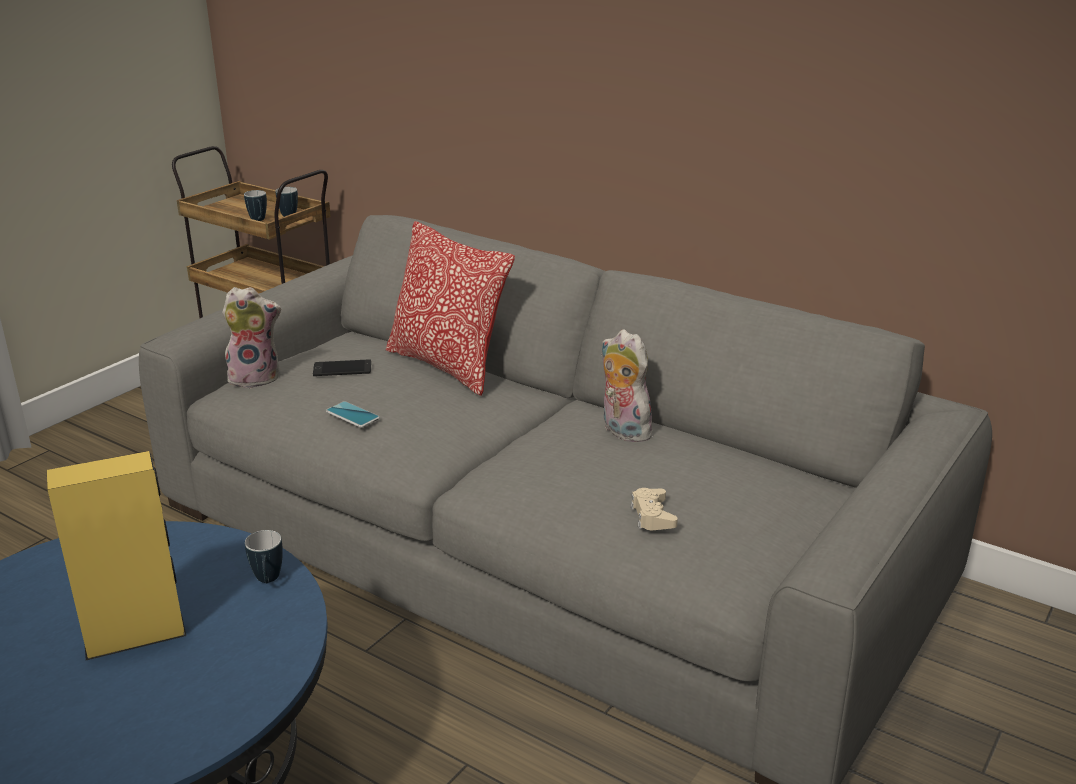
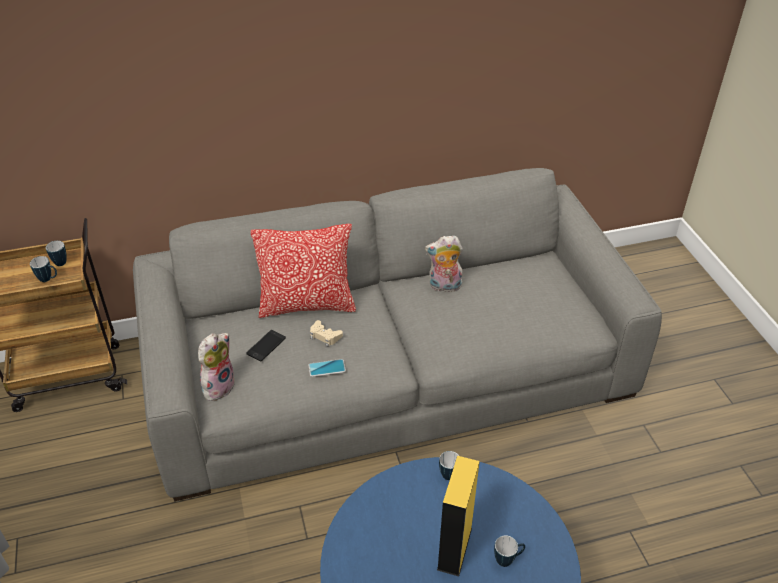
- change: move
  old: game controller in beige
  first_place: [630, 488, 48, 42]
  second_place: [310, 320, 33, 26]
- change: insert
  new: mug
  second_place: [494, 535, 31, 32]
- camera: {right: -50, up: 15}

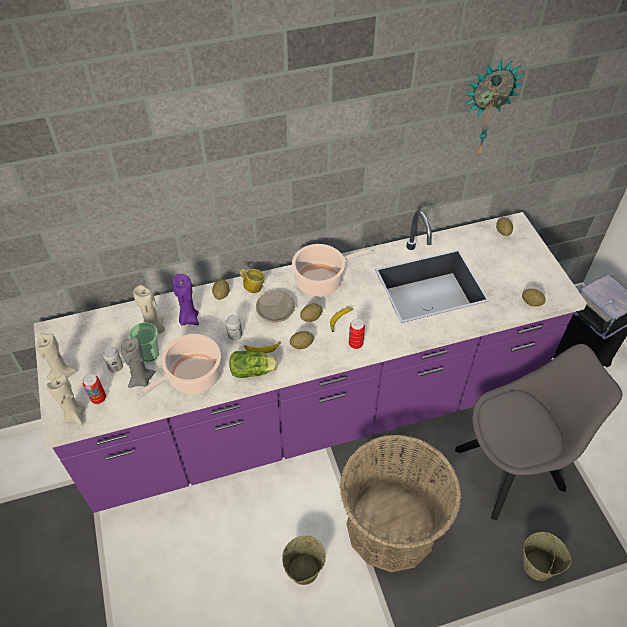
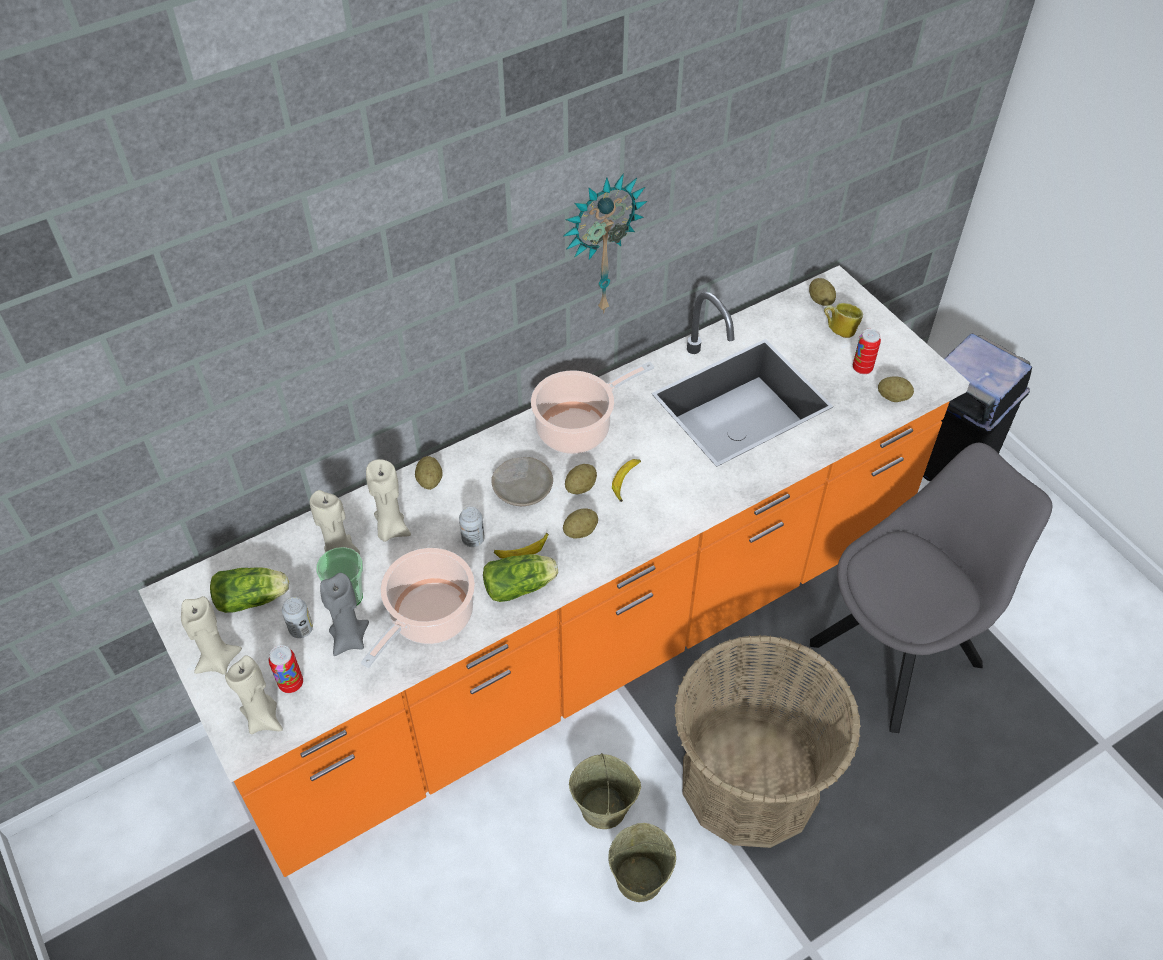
- change: move
  old: wall clock
  first_place: [464, 60, 61, 97]
  second_place: [563, 174, 84, 140]
- change: recolor
  old: counter in purple
  new: counter in orange
  first_place: [34, 211, 553, 302]
  second_place: [138, 265, 832, 612]
- change: move
  old: mug
  first_place: [239, 269, 26, 24]
  second_place: [824, 303, 39, 35]
- change: recolor
  old: candle in purple
  new: candle in beige
  first_place: [173, 274, 26, 52]
  second_place: [366, 459, 45, 83]
- change: move
  old: can
  first_place: [349, 319, 16, 30]
  second_place: [853, 329, 28, 45]
- change: move
  old: bucket in beige
  first_place: [523, 532, 49, 49]
  second_place: [569, 753, 72, 76]
- change: insert
  new: lettuce
  second_place: [210, 567, 79, 46]
- camera: {right: -15, up: 0}

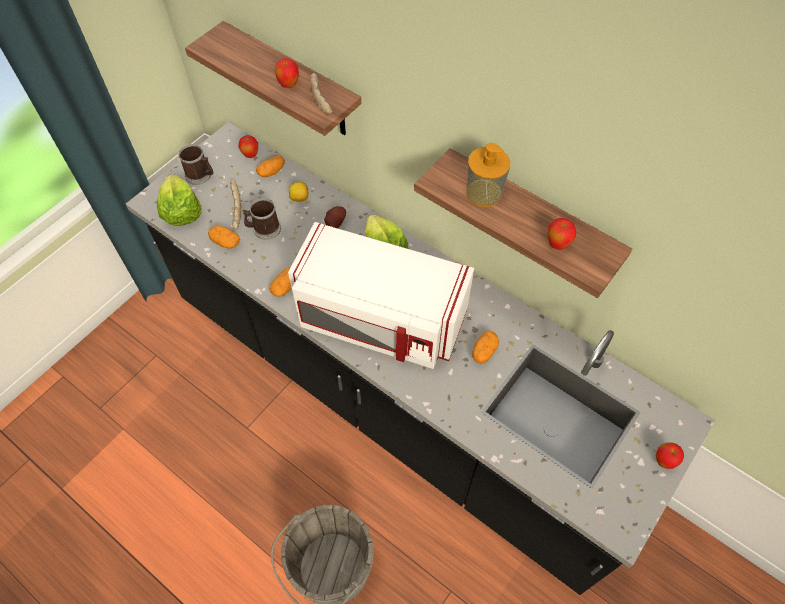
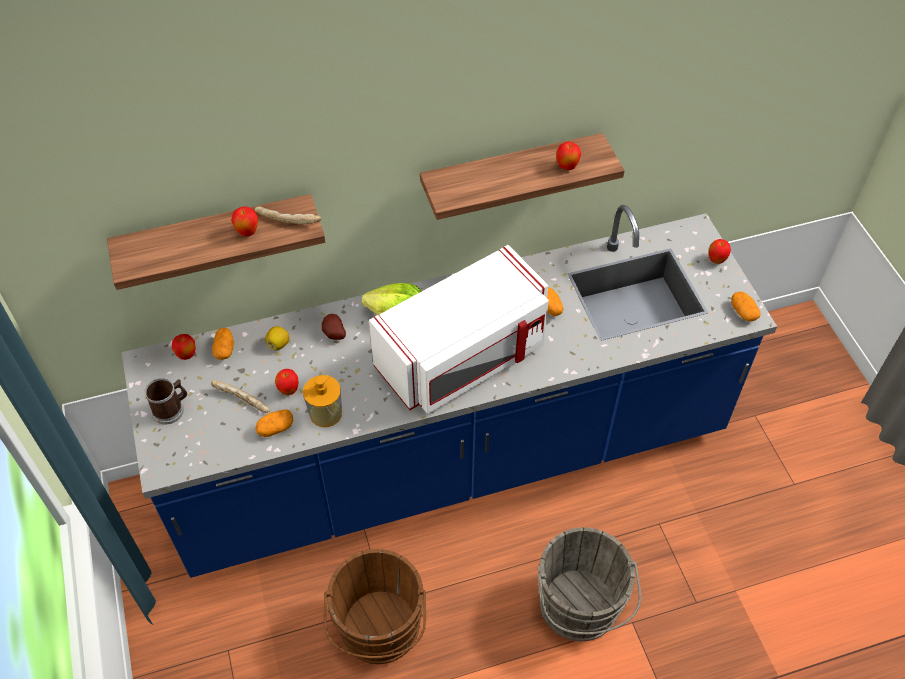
- change: recolor
  old: counter in black
  new: counter in blue
  first_place: [126, 122, 589, 473]
  second_place: [122, 205, 655, 373]
- change: move
  old: soap dispenser
  first_place: [466, 143, 44, 64]
  second_place: [303, 375, 39, 52]
- change: delete
  old: lettuce
  first_place: [157, 174, 45, 52]
- change: replace
  old: mug
  new: apple
  first_place: [243, 198, 38, 42]
  second_place: [275, 369, 23, 26]
- change: move
  old: potato
  first_place: [269, 267, 23, 30]
  second_place: [731, 292, 30, 30]
- change: insert
  new: bucket in brown
  second_place: [324, 549, 102, 115]
- camera: {right: -55, up: -5}

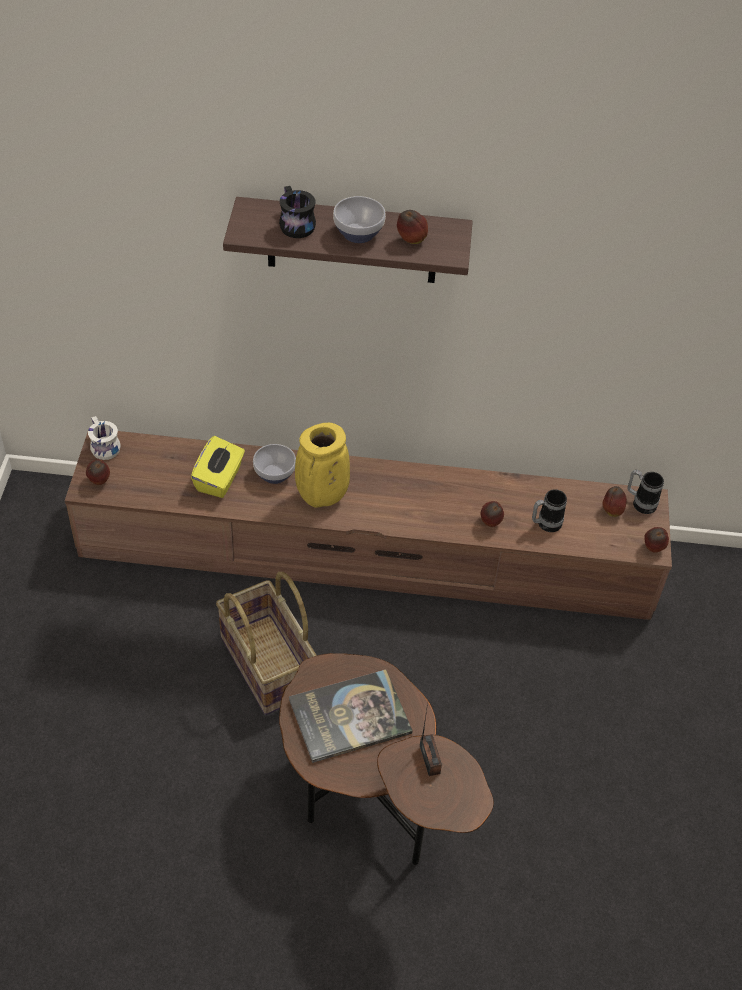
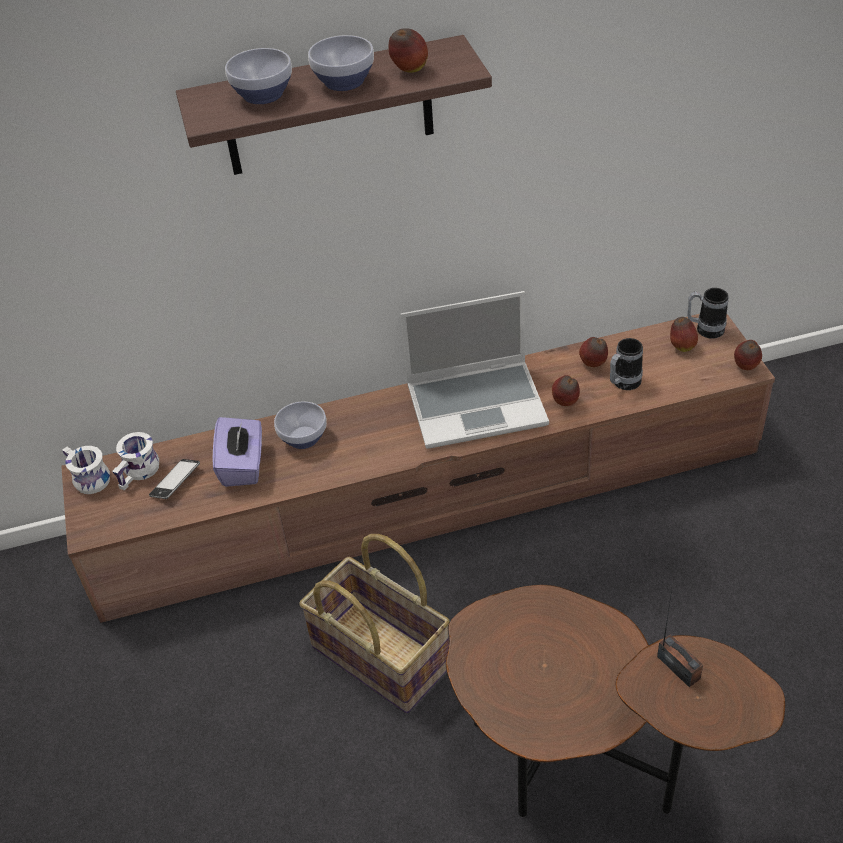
- change: replace
  old: mug in black
  new: bowl
  first_place: [279, 186, 37, 52]
  second_place: [225, 48, 67, 56]
- change: delete
  old: vase in yellow
  first_place: [295, 422, 55, 86]
- change: recolor
  old: tissue box in yellow
  new: tissue box in purple
  first_place: [191, 436, 54, 62]
  second_place: [212, 417, 50, 70]
- change: move
  old: apple
  first_place: [86, 459, 24, 26]
  second_place: [579, 337, 29, 30]
- change: delete
  old: book
  first_place: [289, 670, 124, 93]
- change: insert
  new: laptop
  second_place: [401, 291, 148, 158]
- change: insert
  new: mug in white
  second_place: [112, 432, 47, 59]
- change: insert
  new: phone
  second_place: [149, 459, 51, 40]
- camera: {right: -15, up: -5}

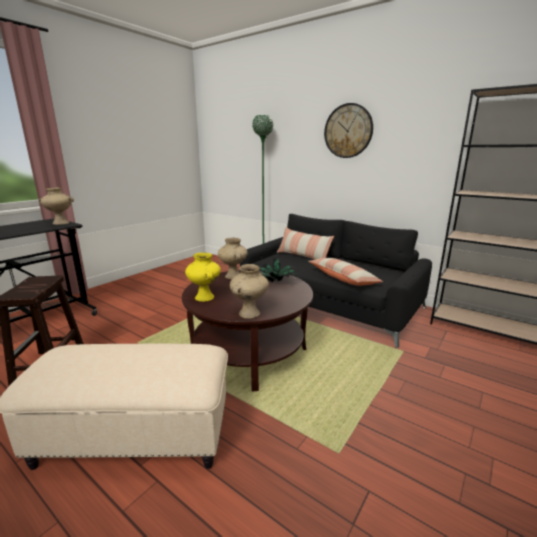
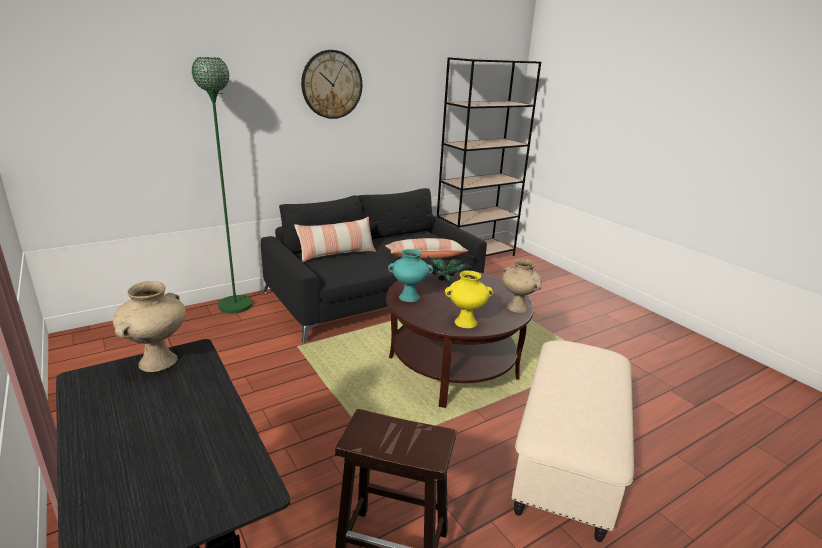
- change: recolor
  old: vase in beige
  new: vase in turquoise
  first_place: [218, 238, 30, 41]
  second_place: [388, 249, 45, 53]
- camera: {right: -70, up: 5}

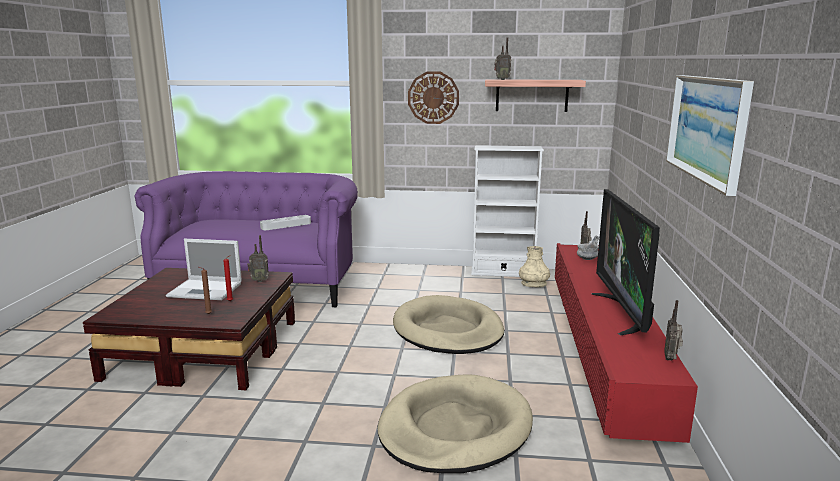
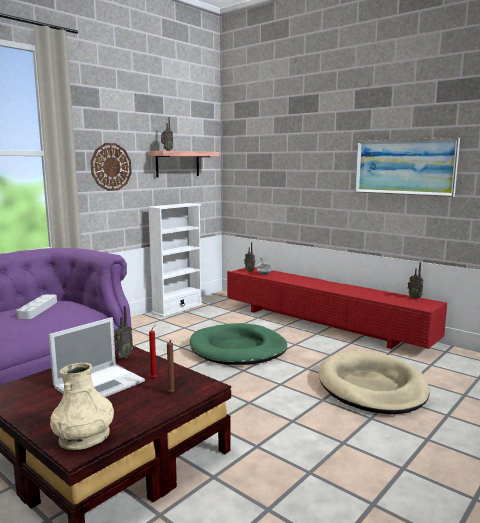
- change: delete
  old: television
  first_place: [591, 189, 69, 146]
- change: move
  old: vase in beige
  first_place: [519, 246, 31, 41]
  second_place: [50, 363, 64, 87]
- change: recolor
  old: dog bed in beige
  new: dog bed in green
  first_place: [393, 295, 111, 59]
  second_place: [190, 323, 97, 42]
- camera: {right: -55, up: -5}

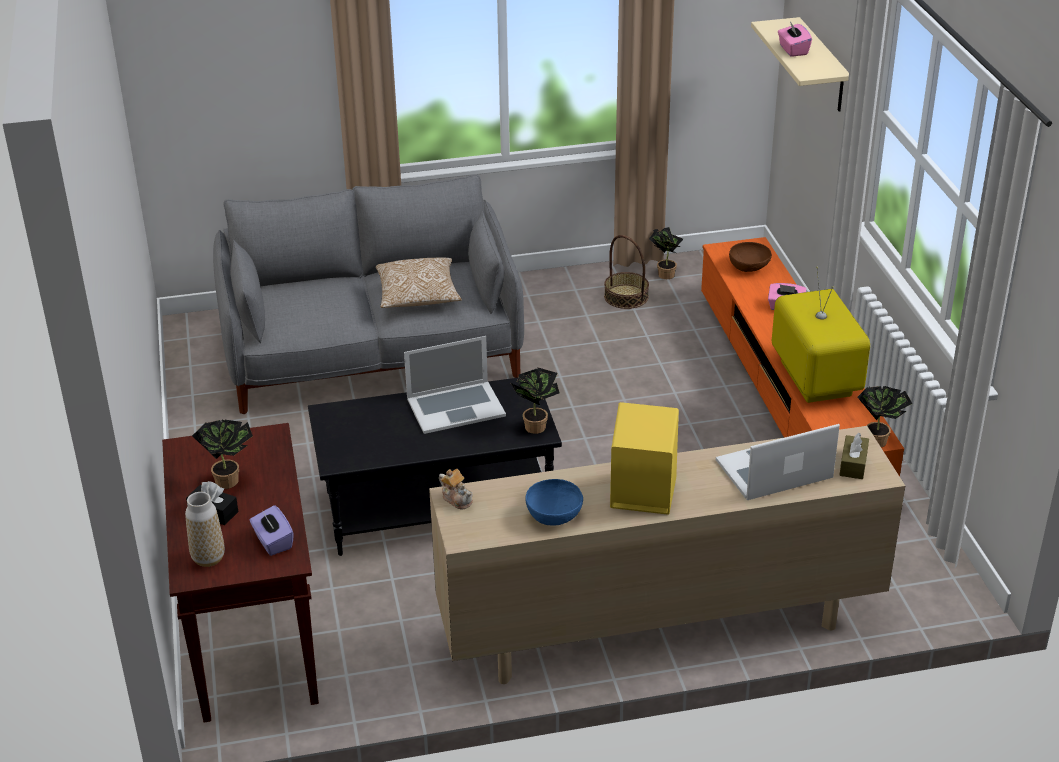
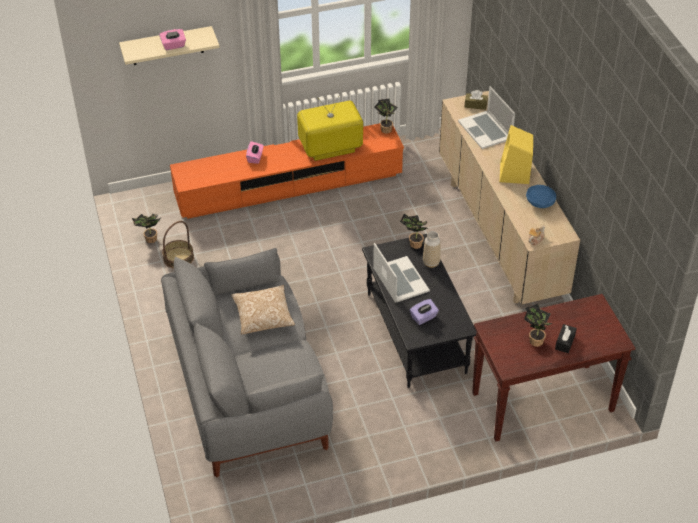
- change: delete
  old: bowl in brown
  first_place: [729, 242, 43, 30]
- change: move
  old: vase
  first_place: [185, 492, 40, 75]
  second_place: [423, 231, 18, 37]
- change: move
  old: tissue box in purple
  first_place: [250, 505, 44, 51]
  second_place: [410, 299, 29, 26]
- camera: {right: -95, up: 10}

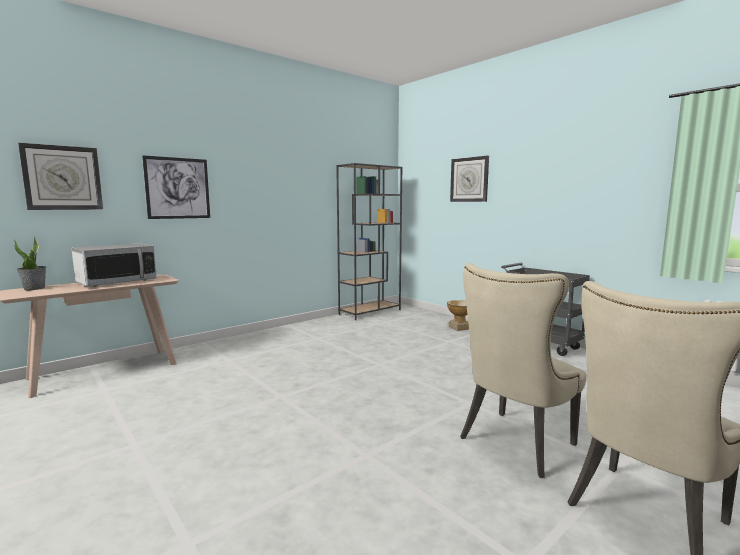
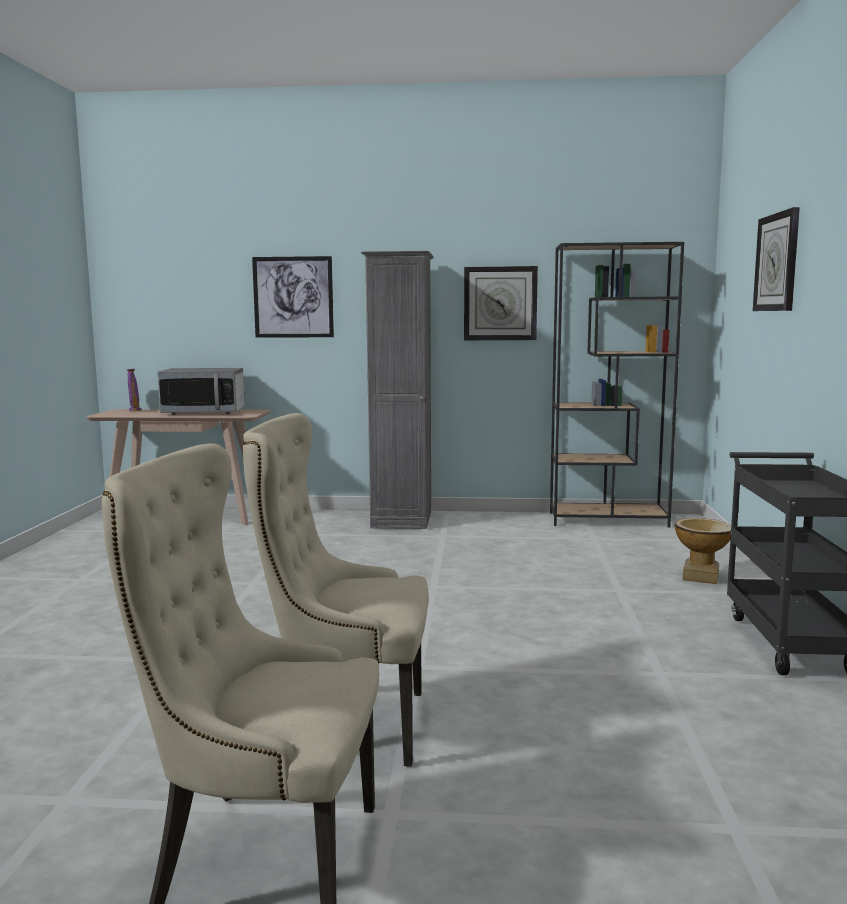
- change: move
  old: wall clock
  first_place: [18, 143, 85, 67]
  second_place: [464, 266, 74, 74]
- change: replace
  old: potted plant
  new: vase in purple
  first_place: [14, 237, 32, 53]
  second_place: [127, 369, 15, 42]
- change: insert
  new: cabinet in grey
  second_place: [361, 251, 73, 278]
- camera: {right: 45, up: 0}

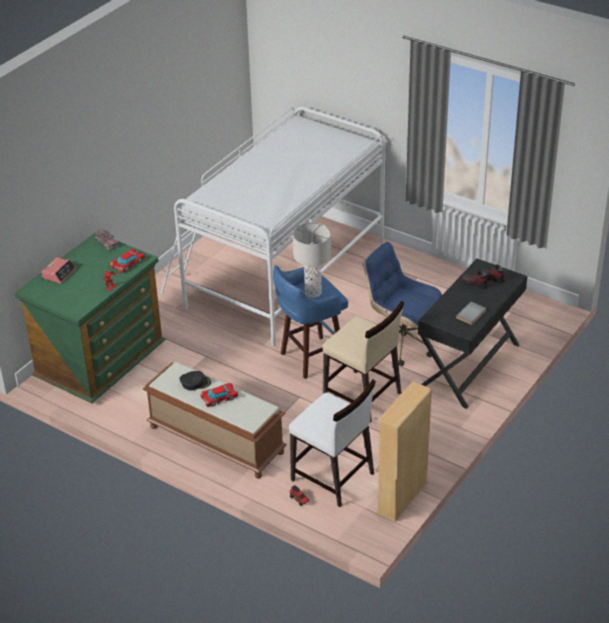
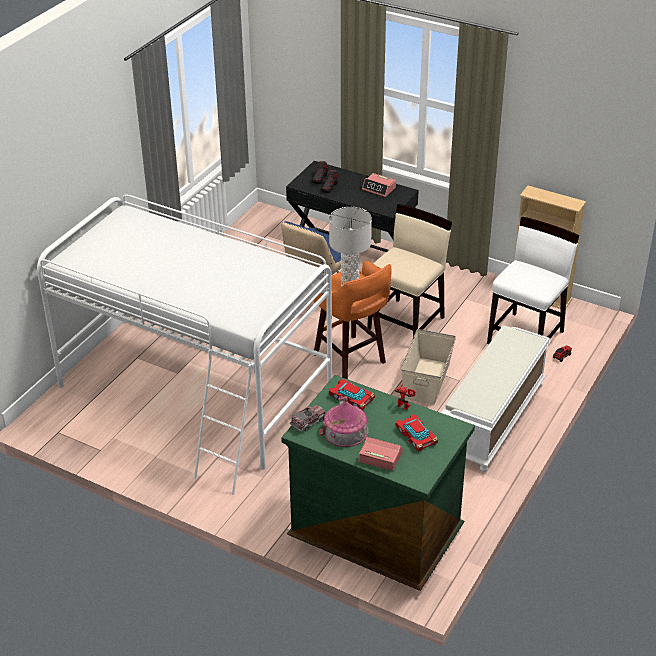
- change: recolor
  old: stool in blue
  new: stool in orange
  first_place: [273, 265, 75, 114]
  second_place: [313, 260, 79, 119]
- change: replace
  old: book in grey
  new: alarm clock
  first_place: [456, 302, 30, 23]
  second_place: [362, 173, 34, 24]
- change: recolor
  old: bench in brown
  new: bench in white
  first_place: [143, 362, 144, 116]
  second_place: [441, 325, 110, 147]
- change: delete
  old: cap in black
  first_place: [180, 371, 31, 20]
- change: move
  old: toy car
  first_place: [200, 383, 38, 24]
  second_place: [396, 414, 42, 37]
- change: insert
  new: storage box in beige
  second_place: [401, 329, 55, 75]
- change: insert
  new: toy house
  second_place: [319, 396, 49, 51]
- camera: {right: -95, up: 0}

